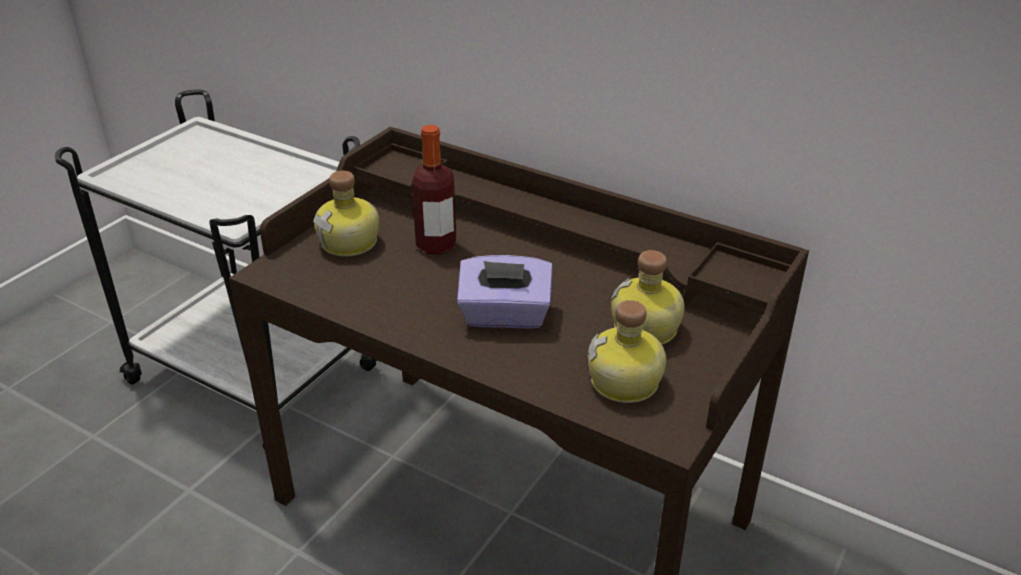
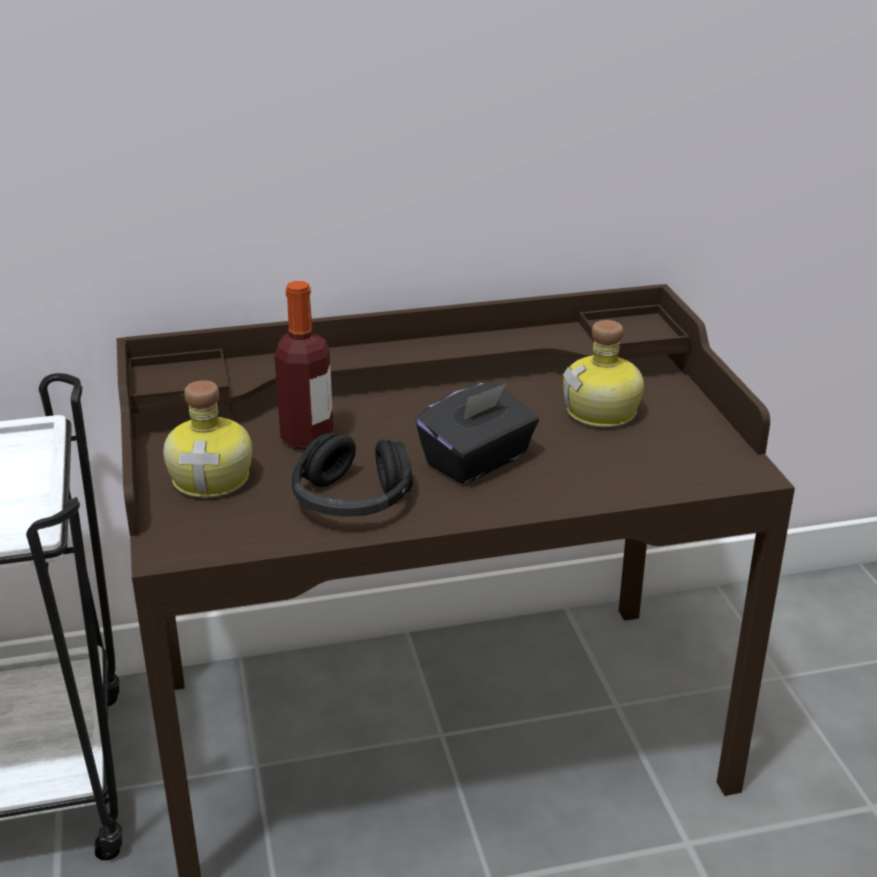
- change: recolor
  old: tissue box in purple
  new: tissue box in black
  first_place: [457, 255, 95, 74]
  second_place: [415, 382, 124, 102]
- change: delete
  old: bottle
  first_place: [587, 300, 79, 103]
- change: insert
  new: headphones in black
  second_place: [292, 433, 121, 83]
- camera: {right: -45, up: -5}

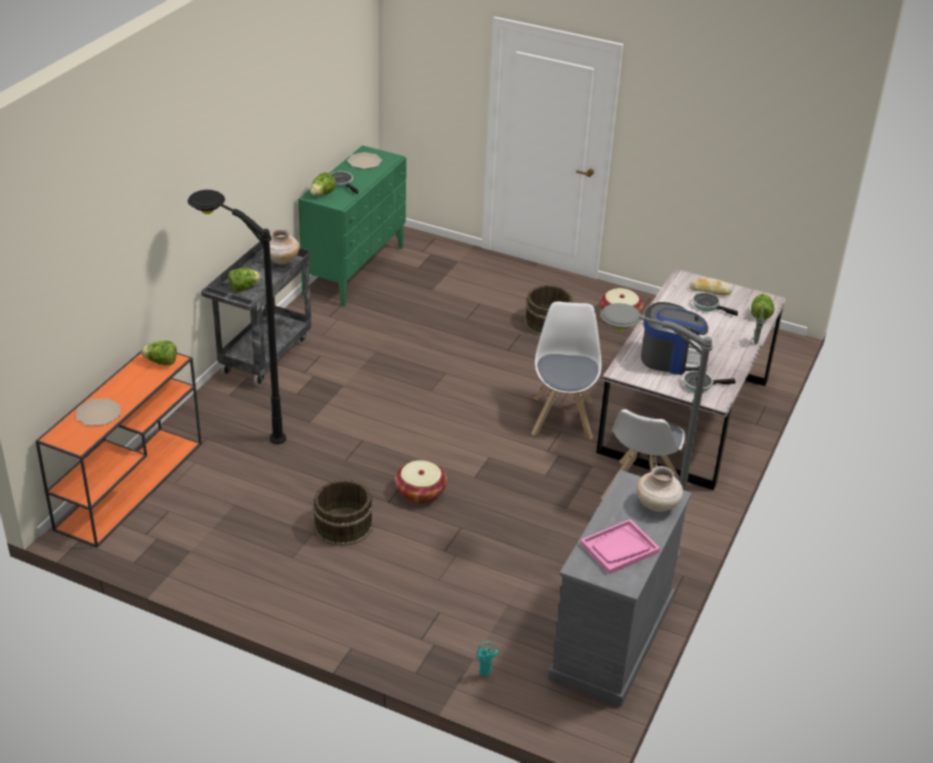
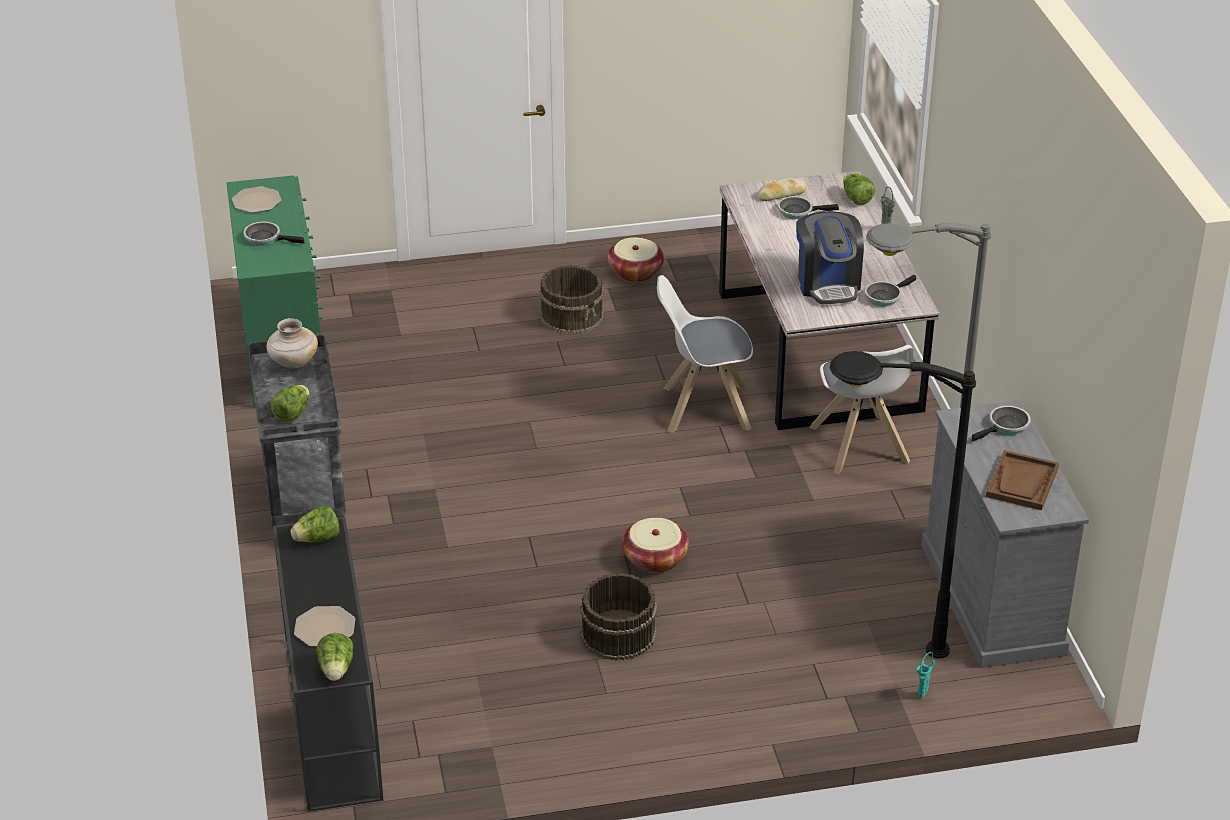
- change: move
  old: lettuce
  first_place: [310, 173, 26, 23]
  second_place: [316, 633, 37, 48]
- change: move
  old: floor lamp in black
  first_place: [188, 190, 98, 254]
  second_place: [830, 351, 146, 308]
- change: rotate
  old: chair
  first_place: [531, 302, 70, 138]
  second_place: [657, 275, 96, 158]
  degrees: -60
- change: rotate
  old: coffee machine
  first_place: [641, 302, 67, 73]
  second_place: [796, 211, 68, 93]
  degrees: 105
- change: recolor
  old: console table in orange
  new: console table in black
  first_place: [36, 343, 166, 205]
  second_place: [273, 517, 110, 295]
- change: replace
  old: vase in beige
  new: frying pan
  first_place: [636, 466, 47, 46]
  second_place: [972, 406, 59, 36]
- change: recolor
  old: tray in pink
  new: tray in brown
  first_place: [580, 519, 80, 55]
  second_place: [986, 450, 73, 60]
- camera: {right: -35, up: 0}

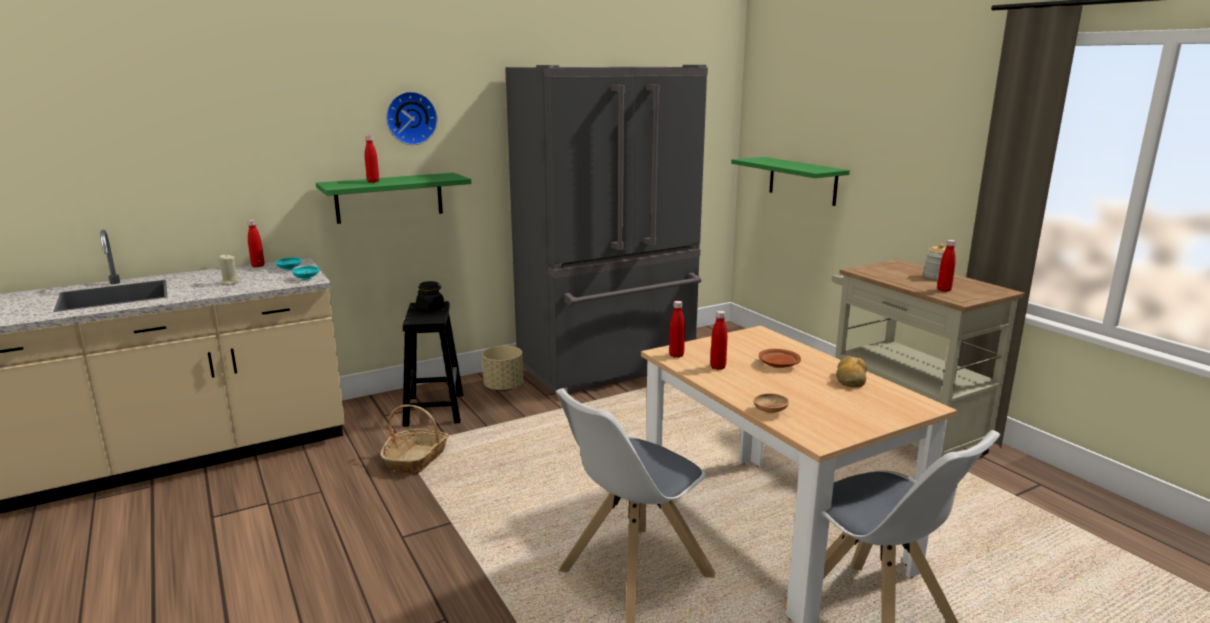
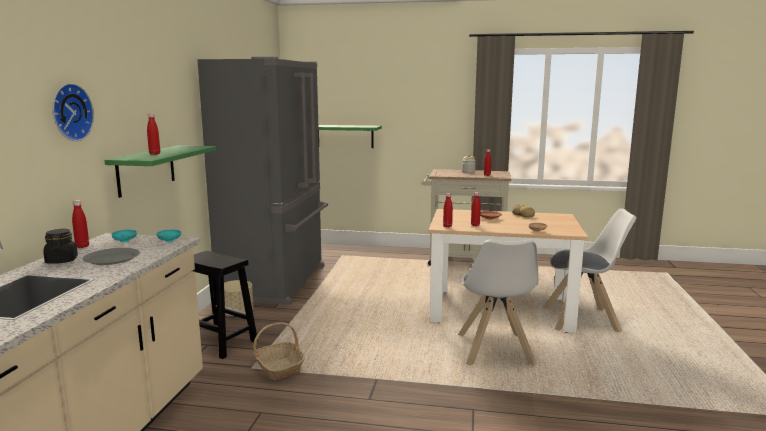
- change: move
  old: wall clock
  first_place: [386, 91, 52, 54]
  second_place: [52, 83, 42, 58]
- change: replace
  old: candle in beige
  new: plate in grey
  first_place: [219, 255, 21, 30]
  second_place: [82, 248, 58, 17]
- change: move
  old: jar in black
  first_place: [416, 281, 28, 30]
  second_place: [43, 229, 35, 35]
- camera: {right: -50, up: -5}

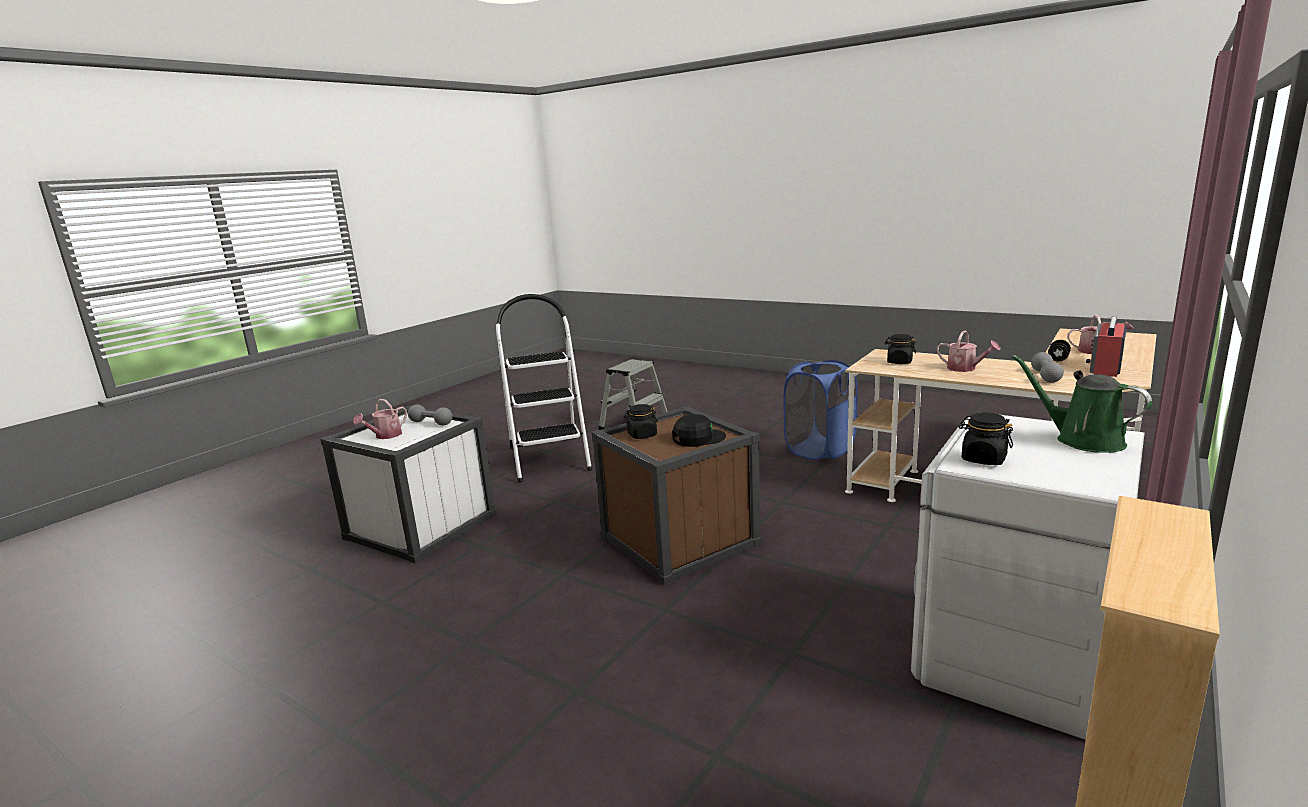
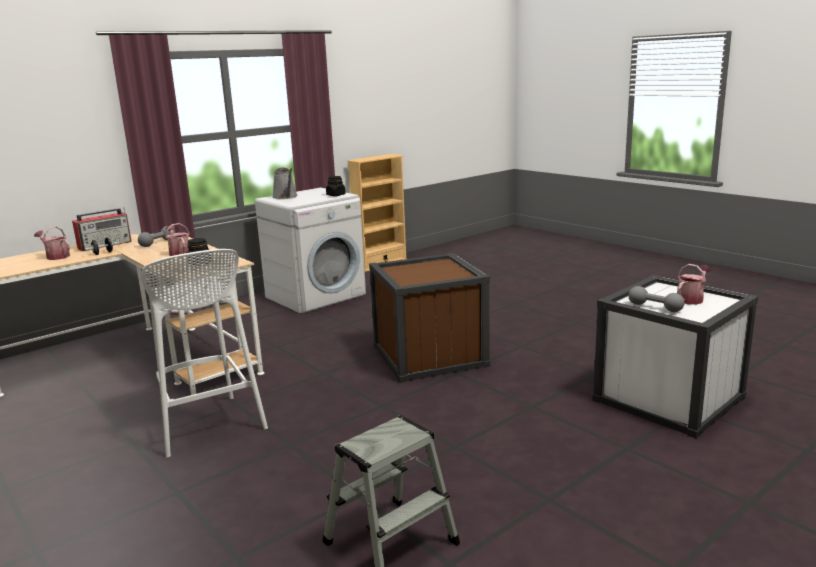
- change: delete
  old: step ladder
  first_place: [496, 294, 96, 188]
- change: recolor
  old: watering can in green
  new: watering can in grey
  first_place: [1012, 355, 140, 98]
  second_place: [272, 168, 25, 31]
- change: replace
  old: laundry basket in blue
  new: stool in white
  first_place: [783, 360, 75, 100]
  second_place: [141, 249, 127, 208]
- change: delete
  old: jar in black
  first_place: [624, 404, 34, 35]
- change: delete
  old: cap in black
  first_place: [673, 414, 53, 33]
- camera: {right: -165, up: 0}

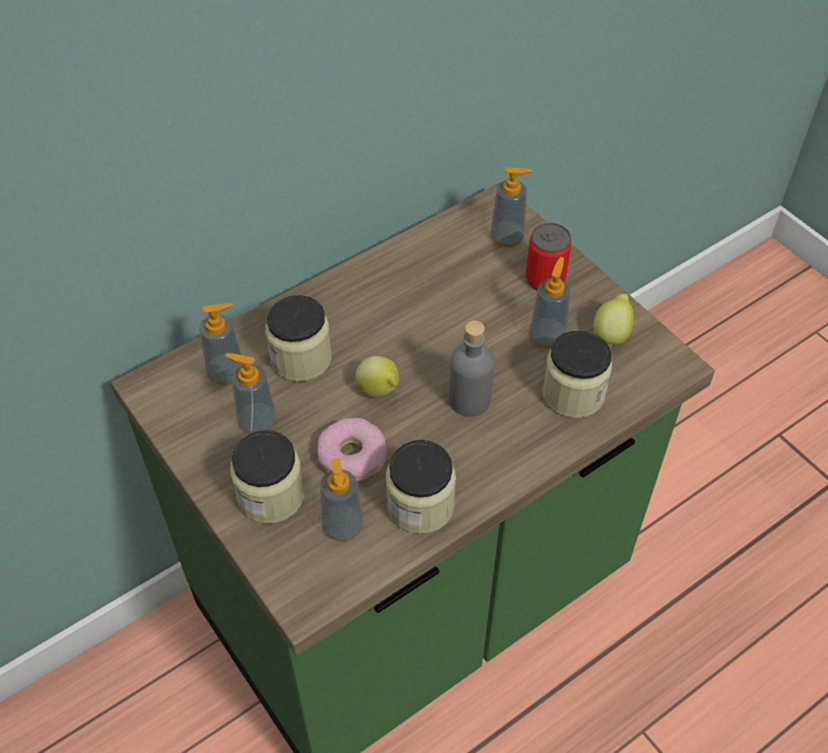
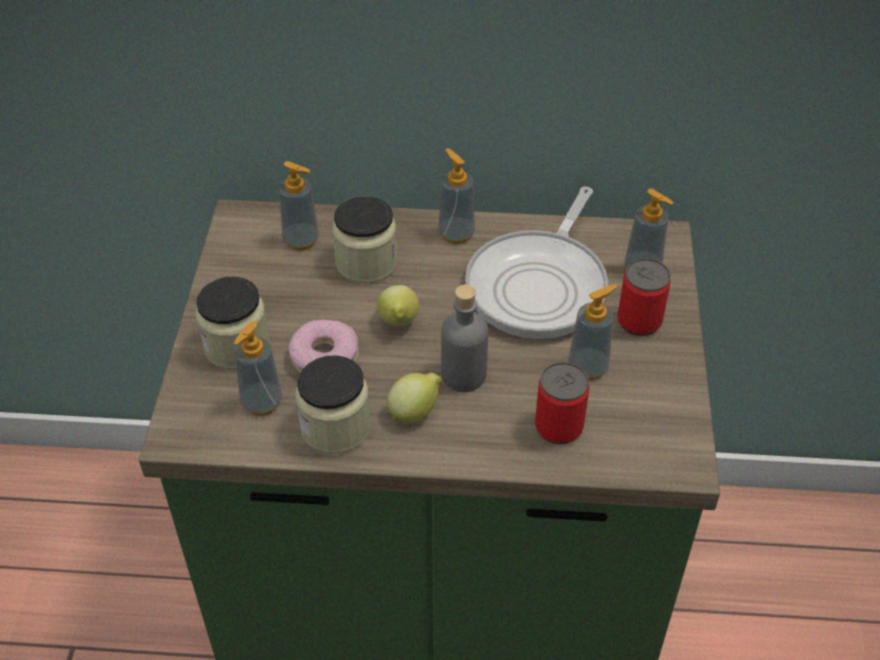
- change: move
  old: lemon
  first_place: [593, 293, 41, 54]
  second_place: [386, 372, 56, 52]
- change: replace
  old: jar
  new: can
  first_place: [542, 330, 70, 88]
  second_place: [535, 362, 54, 82]
- change: move
  old: soap dispenser
  first_place: [225, 353, 52, 81]
  second_place: [439, 148, 36, 96]
- change: insert
  new: frying pan
  second_place: [465, 187, 143, 152]
- camera: {right: 40, up: -5}

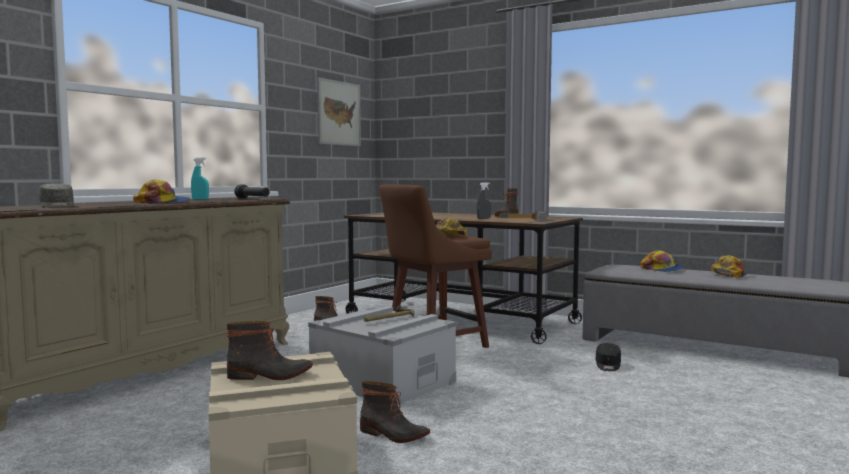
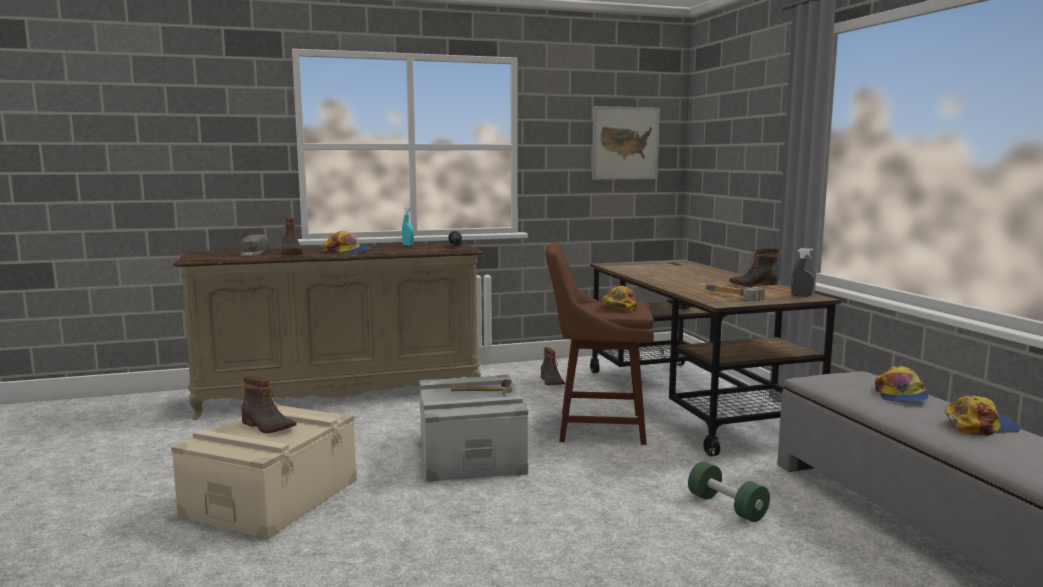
- change: move
  old: spray bottle in grey
  first_place: [477, 182, 14, 37]
  second_place: [791, 248, 23, 49]
- change: replace
  old: cap in black
  new: dumbbell in green
  first_place: [596, 343, 25, 28]
  second_place: [688, 461, 82, 61]
- change: move
  old: boot
  first_place: [360, 381, 70, 62]
  second_place: [281, 217, 22, 38]
- camera: {right: 40, up: 5}

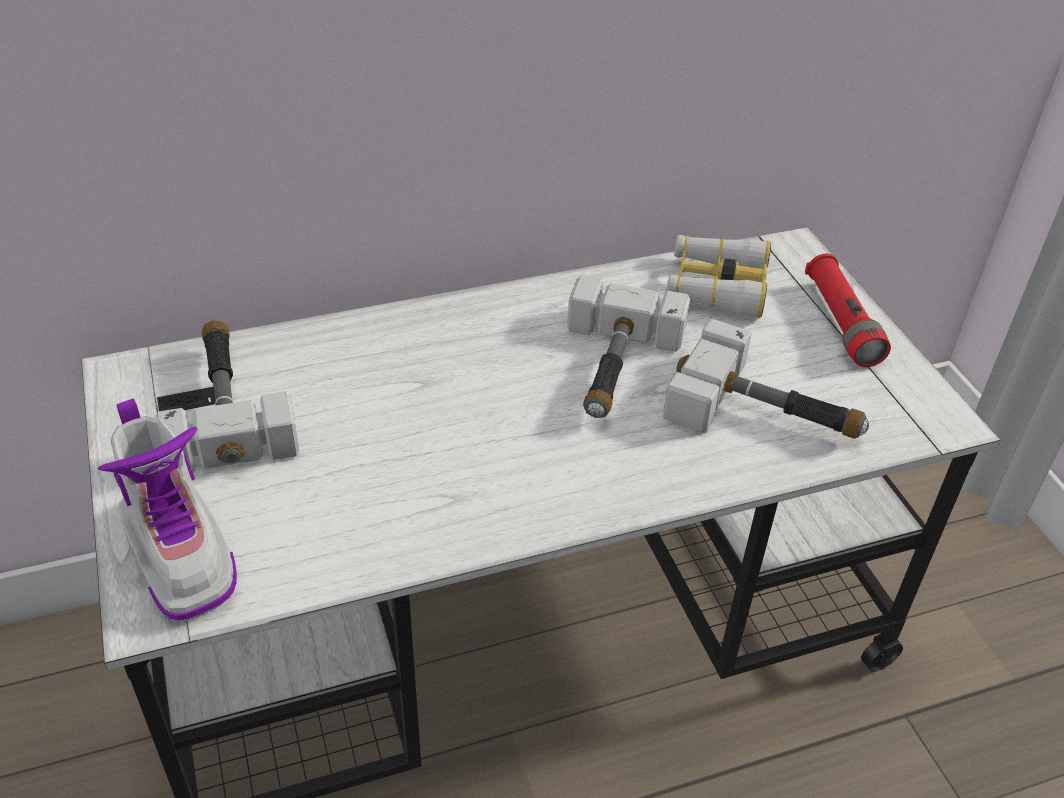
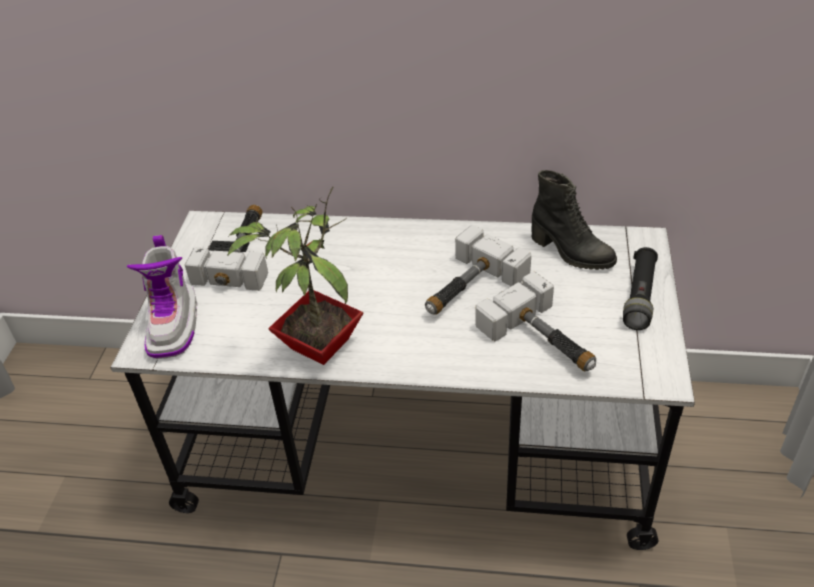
- change: replace
  old: binoculars
  new: boot in black
  first_place: [666, 235, 105, 83]
  second_place: [531, 170, 86, 100]
- change: recolor
  old: flashlight in red
  new: flashlight in black
  first_place: [805, 254, 86, 113]
  second_place: [623, 247, 35, 83]
- change: insert
  new: potted plant
  second_place: [227, 187, 137, 178]
- camera: {right: 30, up: 0}

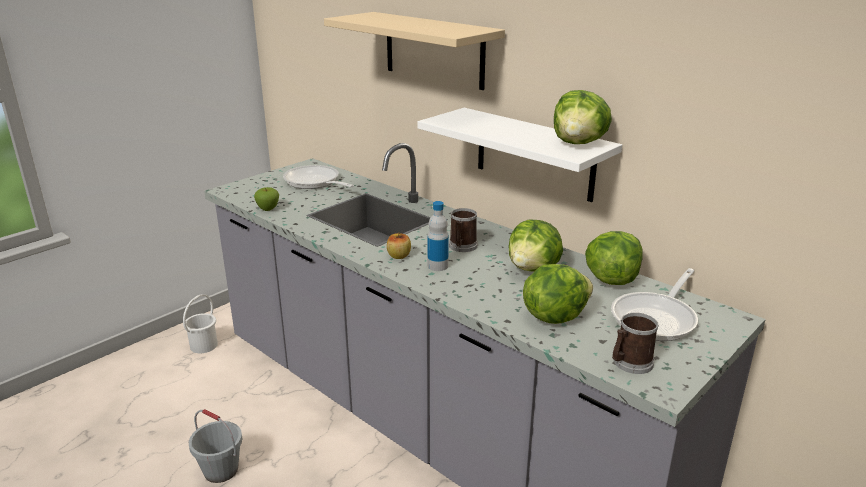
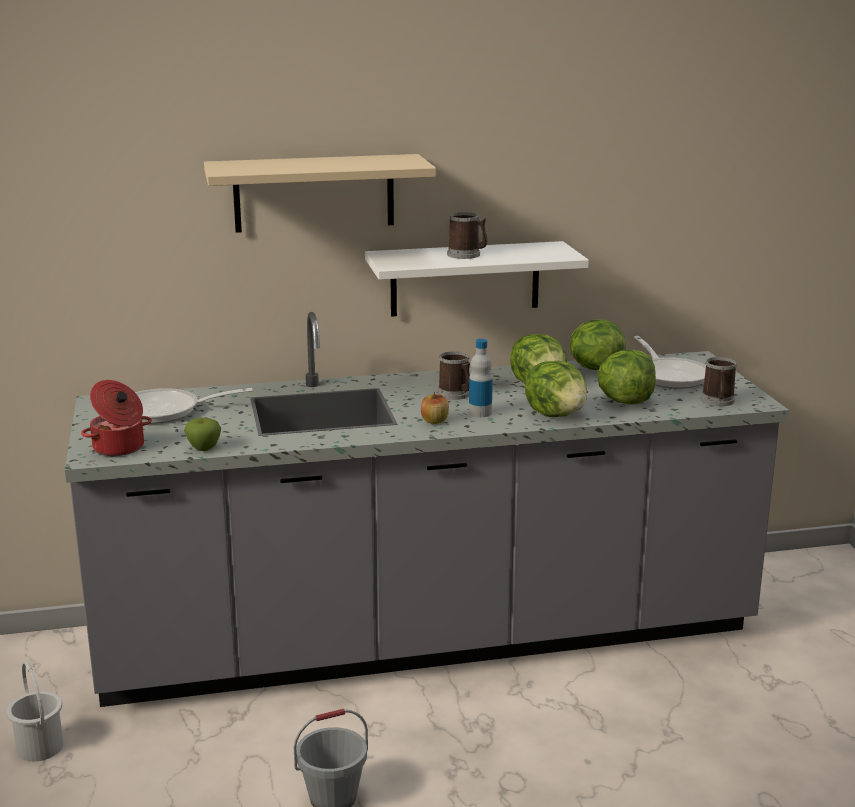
- change: move
  old: lettuce
  first_place: [554, 90, 58, 54]
  second_place: [525, 361, 62, 56]
- change: insert
  new: mug
  second_place: [447, 212, 40, 47]
- change: insert
  new: cooking pot
  second_place: [81, 380, 71, 76]
- camera: {right: -55, up: -5}

